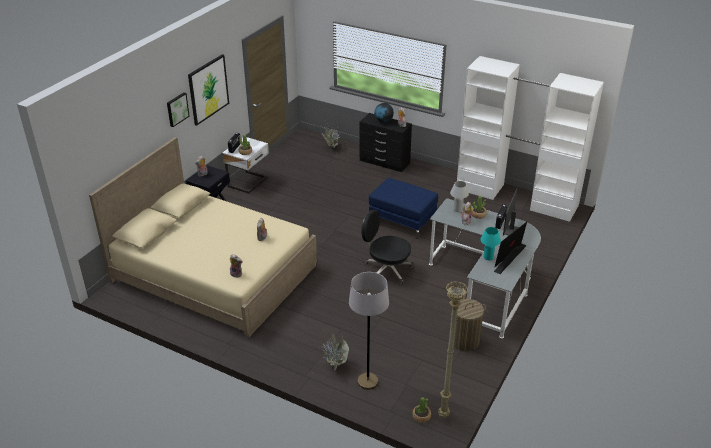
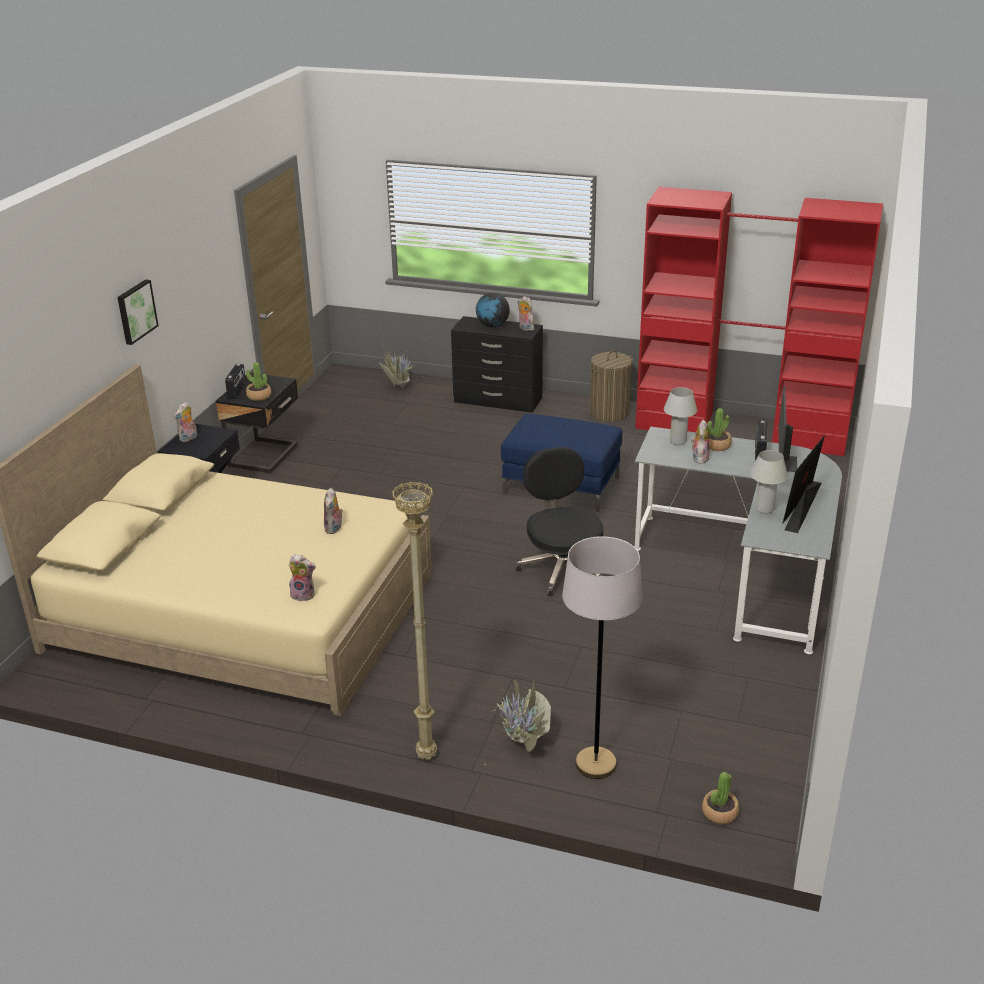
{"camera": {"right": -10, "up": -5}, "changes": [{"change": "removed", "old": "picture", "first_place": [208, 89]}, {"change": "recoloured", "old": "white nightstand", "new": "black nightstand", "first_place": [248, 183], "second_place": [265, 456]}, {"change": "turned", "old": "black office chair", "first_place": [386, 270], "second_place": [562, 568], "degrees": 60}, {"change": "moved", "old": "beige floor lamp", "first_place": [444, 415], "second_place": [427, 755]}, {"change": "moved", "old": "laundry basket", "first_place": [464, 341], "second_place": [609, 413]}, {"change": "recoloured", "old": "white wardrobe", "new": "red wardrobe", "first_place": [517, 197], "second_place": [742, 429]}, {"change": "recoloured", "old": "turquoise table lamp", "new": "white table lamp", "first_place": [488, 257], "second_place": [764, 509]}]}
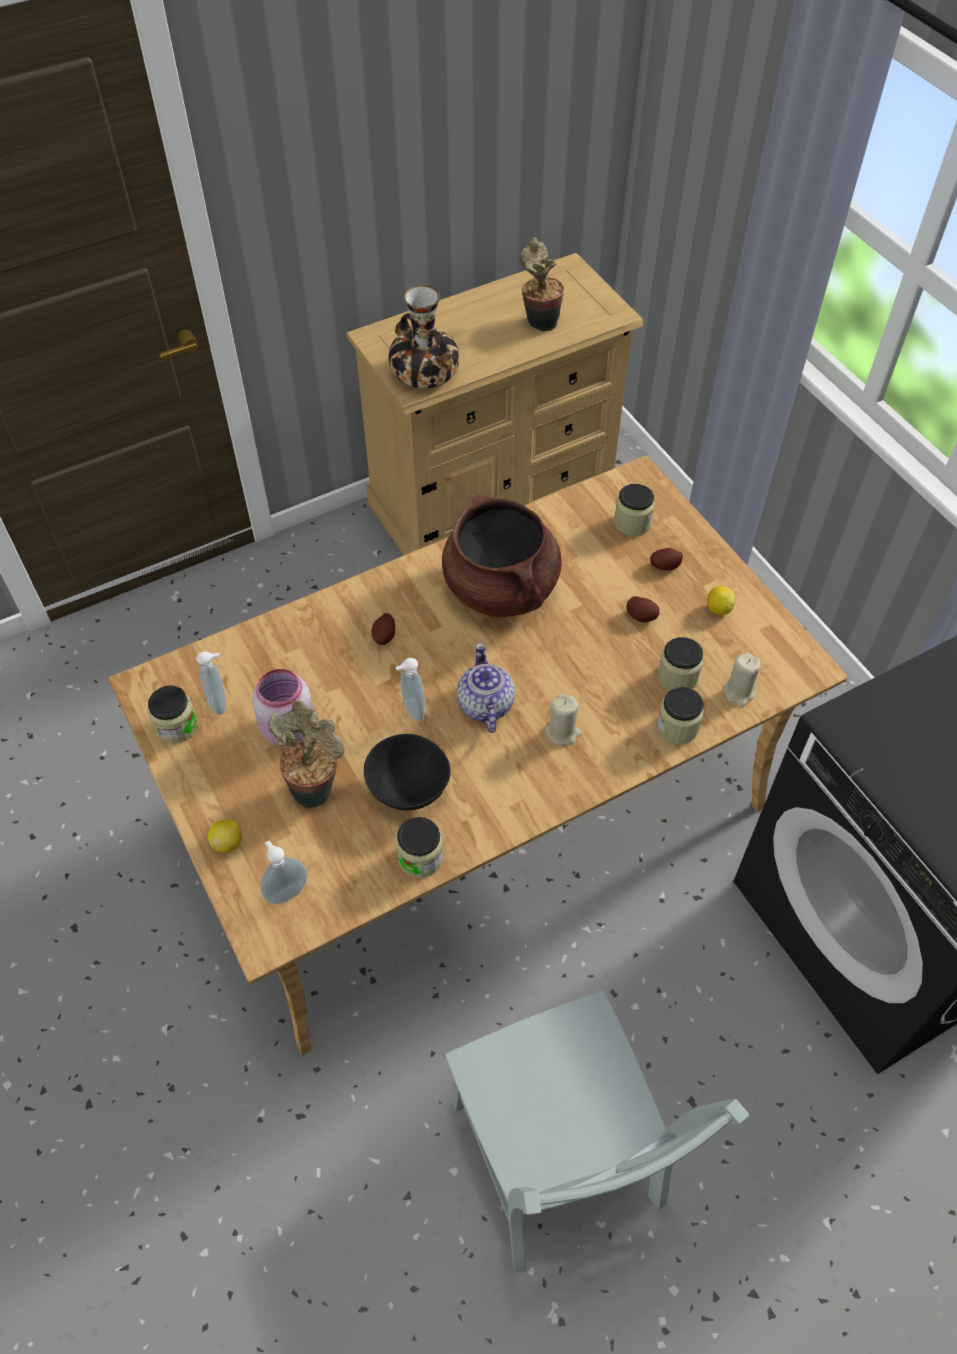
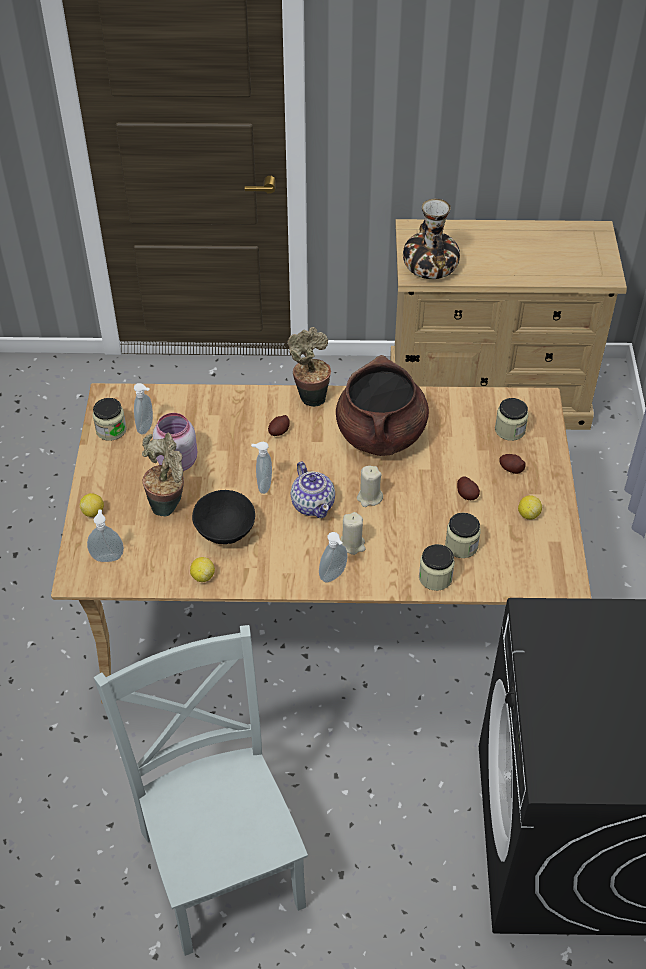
{"camera": {"right": 30, "up": -5}, "changes": [{"change": "replaced", "old": "jar", "new": "lemon", "first_place": [420, 857], "second_place": [203, 576]}, {"change": "turned", "old": "grey chair", "first_place": [558, 1163], "second_place": [221, 860], "degrees": 150}, {"change": "turned", "old": "teapot", "first_place": [485, 705], "second_place": [313, 504], "degrees": 135}, {"change": "moved", "old": "potted plant", "first_place": [539, 322], "second_place": [310, 396]}, {"change": "moved", "old": "beige candle", "first_place": [739, 692], "second_place": [369, 497]}, {"change": "added", "new": "soap dispenser", "second_place": [334, 576]}]}
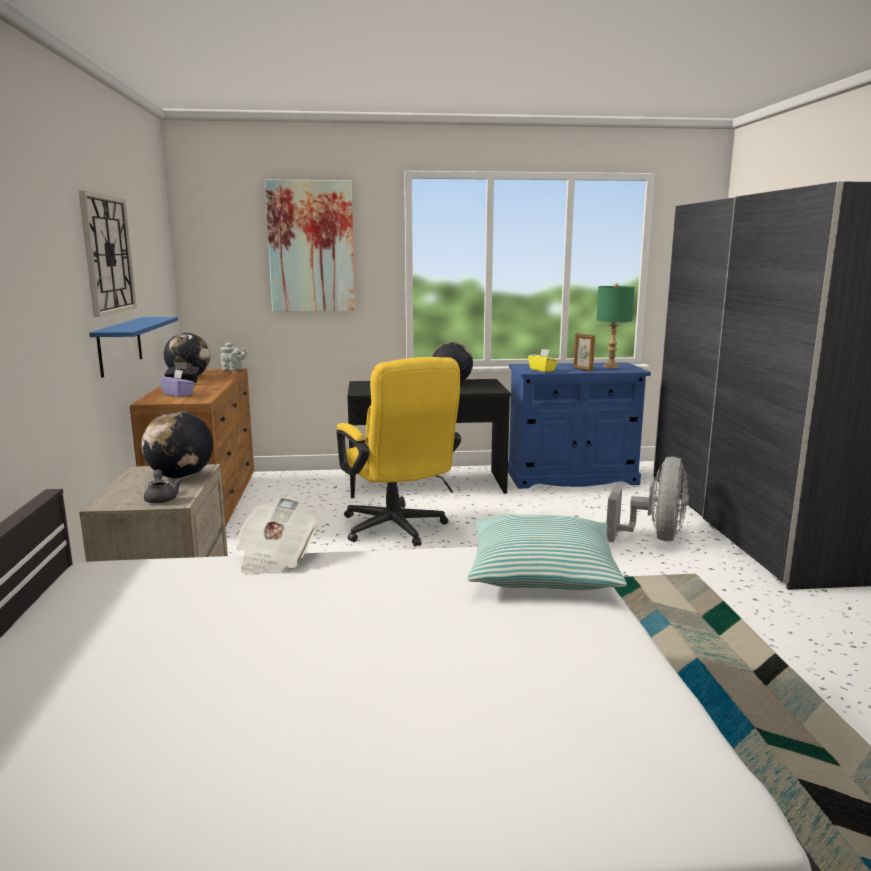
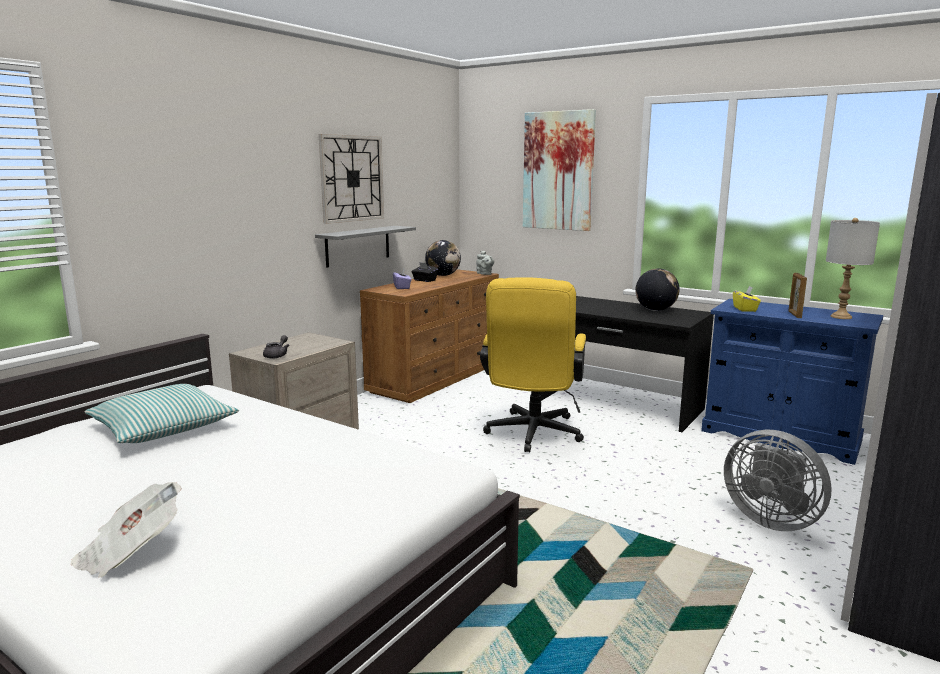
{"camera": {"right": 40, "up": 0}, "changes": [{"change": "recoloured", "old": "blue shelf", "new": "grey shelf", "first_place": [120, 345], "second_place": [358, 245]}, {"change": "removed", "old": "globe", "first_place": [180, 476]}, {"change": "moved", "old": "newspaper", "first_place": [275, 557], "second_place": [130, 553]}, {"change": "moved", "old": "pillow", "first_place": [542, 571], "second_place": [163, 428]}, {"change": "recoloured", "old": "green table lamp", "new": "grey table lamp", "first_place": [611, 367], "second_place": [841, 317]}, {"change": "turned", "old": "grey fan", "first_place": [654, 537], "second_place": [771, 519], "degrees": 75}]}
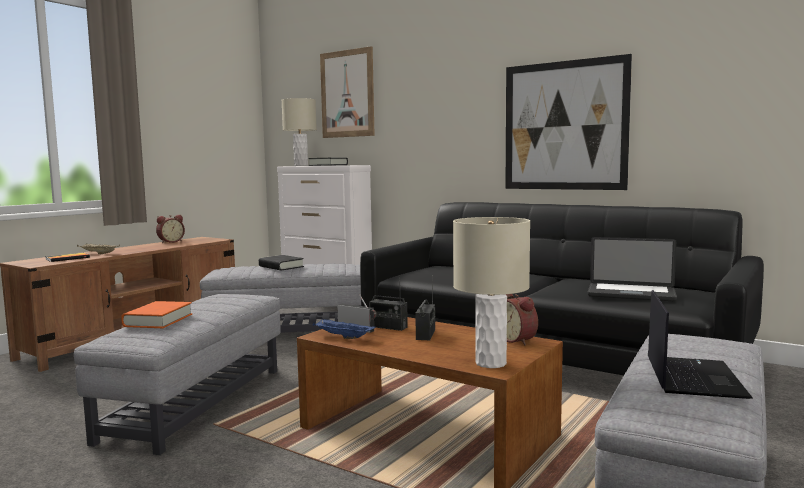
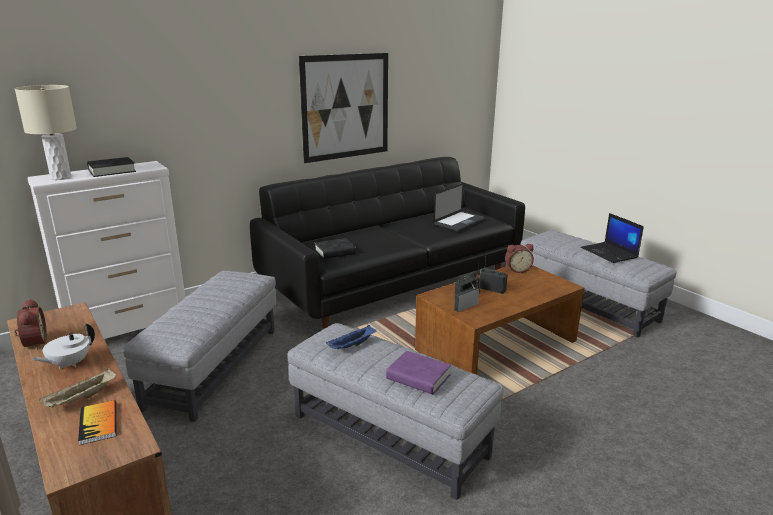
{"camera": {"right": -70, "up": 15}, "changes": [{"change": "recoloured", "old": "orange book", "new": "purple book", "first_place": [158, 320], "second_place": [418, 377]}, {"change": "moved", "old": "black book", "first_place": [281, 266], "second_place": [335, 252]}, {"change": "moved", "old": "blue tray", "first_place": [342, 337], "second_place": [352, 346]}, {"change": "removed", "old": "picture", "first_place": [347, 94]}, {"change": "removed", "old": "beige table lamp", "first_place": [490, 363]}, {"change": "turned", "old": "laptop", "first_place": [692, 377], "second_place": [610, 253], "degrees": -150}, {"change": "added", "new": "white teapot", "second_place": [69, 364]}]}
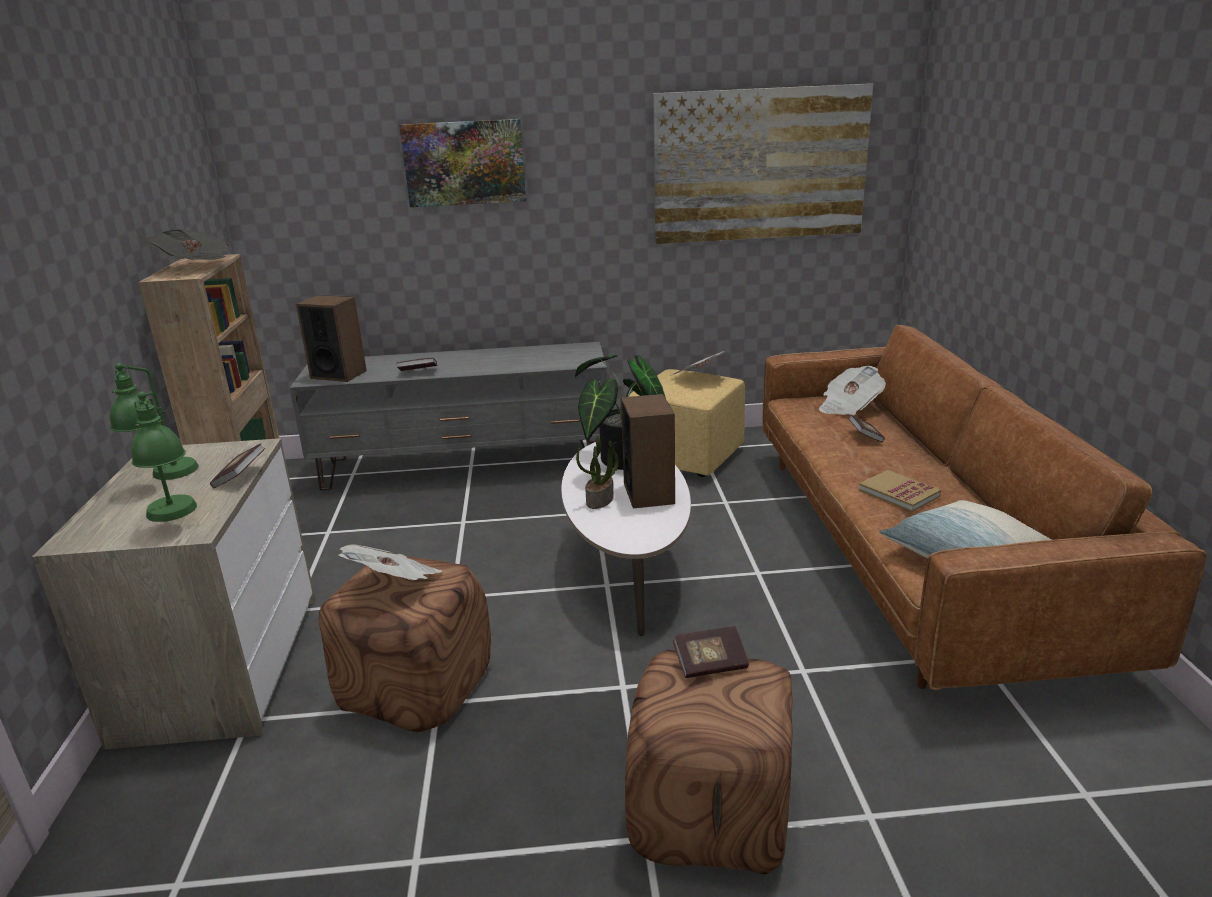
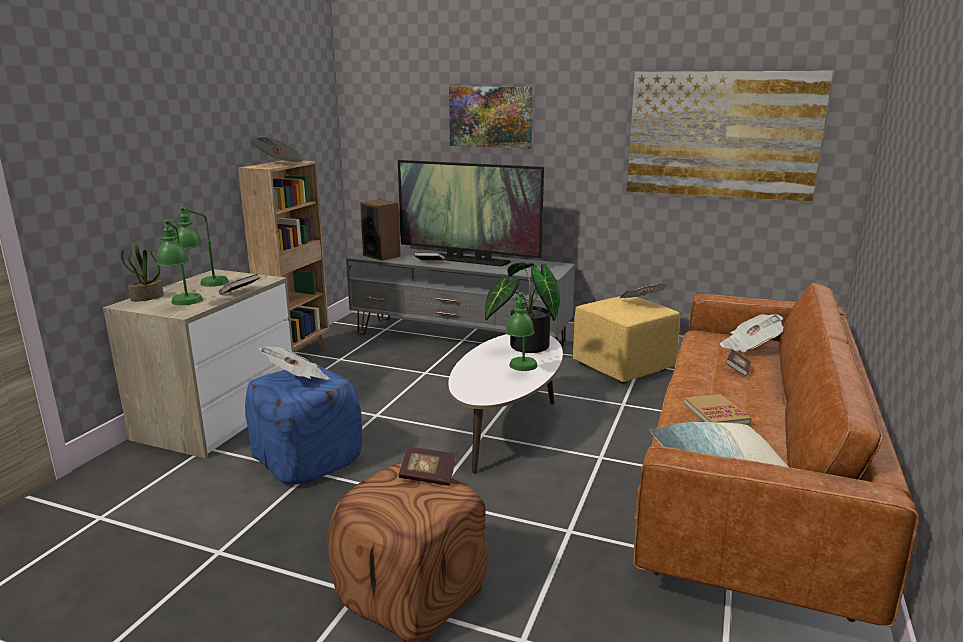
{"camera": {"right": 25, "up": -5}, "changes": [{"change": "recoloured", "old": "brown ottoman", "new": "blue ottoman", "first_place": [416, 687], "second_place": [307, 459]}, {"change": "moved", "old": "potted plant", "first_place": [600, 500], "second_place": [147, 298]}, {"change": "replaced", "old": "speaker", "new": "green table lamp", "first_place": [649, 493], "second_place": [521, 370]}, {"change": "added", "new": "television", "second_place": [469, 260]}]}
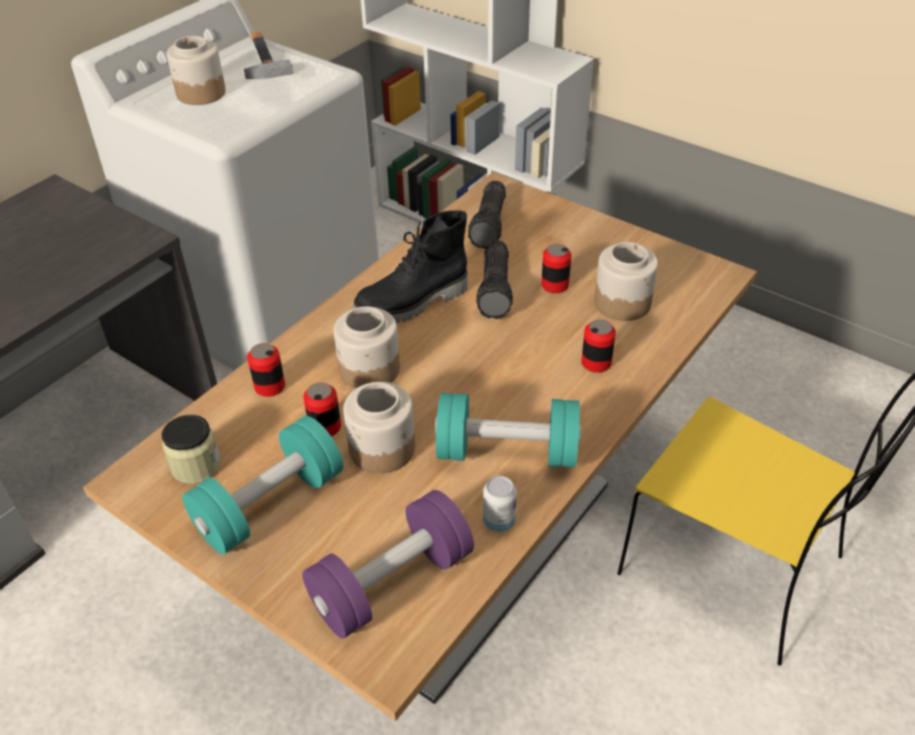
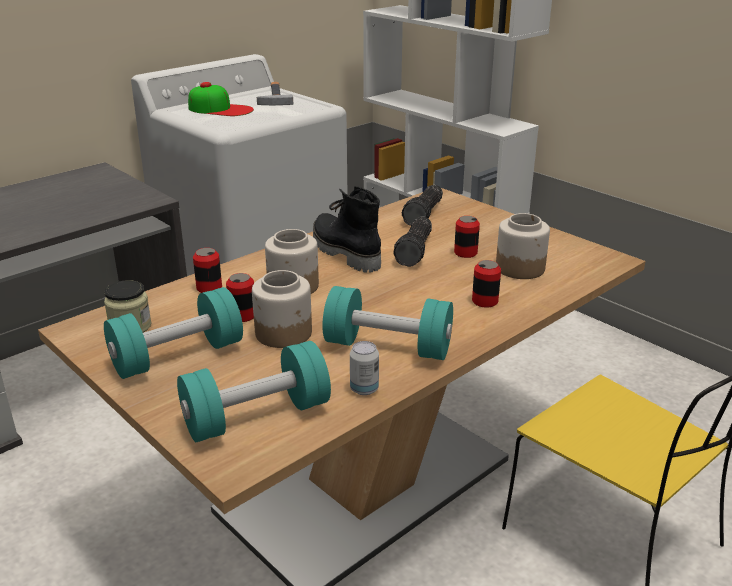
{"camera": {"right": 10, "up": -15}, "changes": [{"change": "replaced", "old": "jar", "new": "cap", "first_place": [201, 93], "second_place": [220, 109]}, {"change": "recoloured", "old": "purple dumbbell", "new": "turquoise dumbbell", "first_place": [391, 583], "second_place": [256, 416]}, {"change": "turned", "old": "black boot", "first_place": [413, 304], "second_place": [344, 253], "degrees": 75}]}
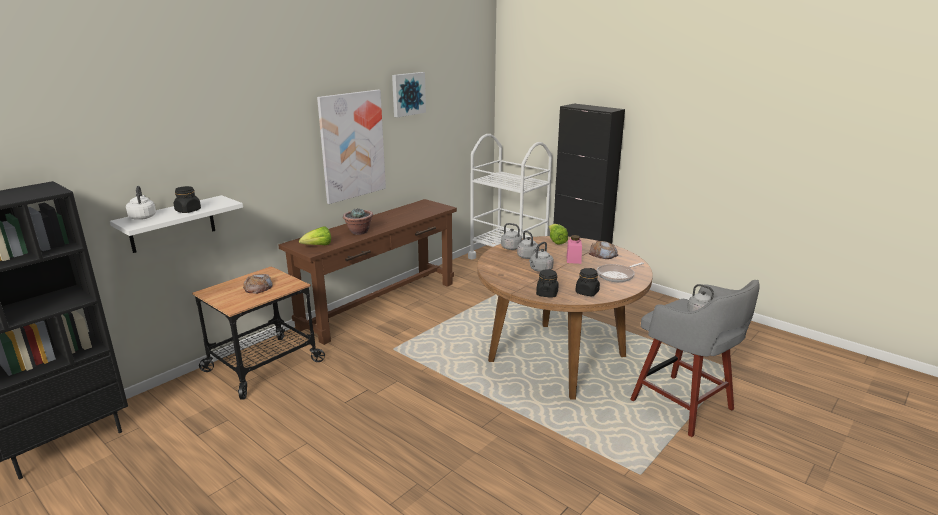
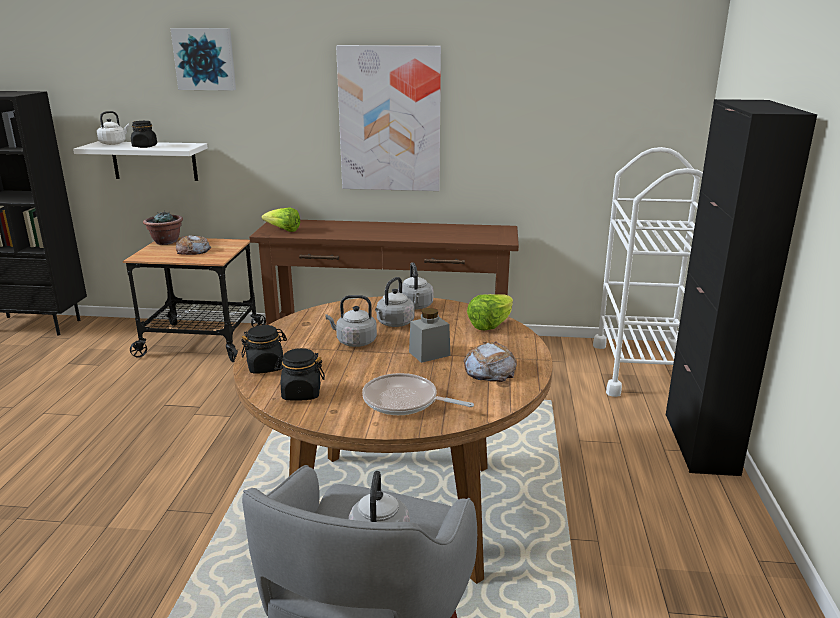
{"camera": {"right": 55, "up": 0}, "changes": [{"change": "moved", "old": "potted plant", "first_place": [359, 232], "second_place": [166, 242]}, {"change": "moved", "old": "picture", "first_place": [407, 94], "second_place": [205, 59]}, {"change": "recoloured", "old": "pink jar", "new": "grey jar", "first_place": [573, 259], "second_place": [429, 354]}]}
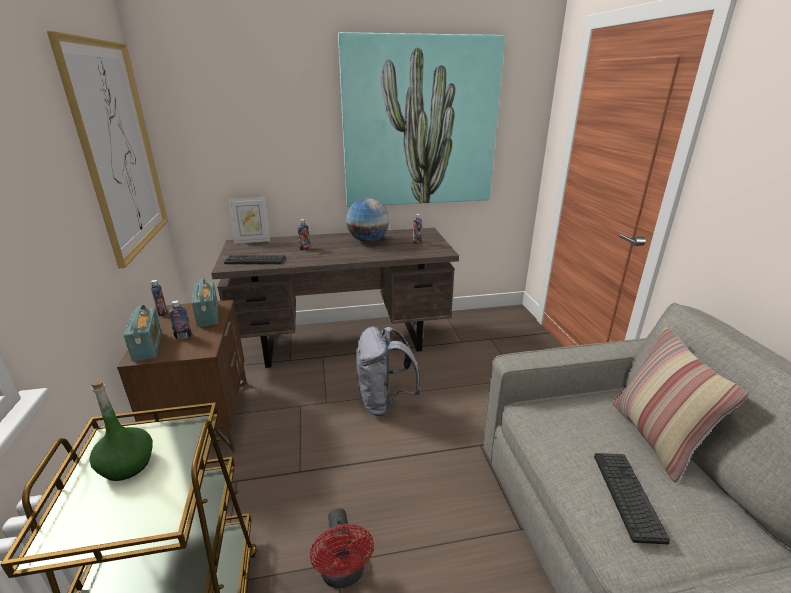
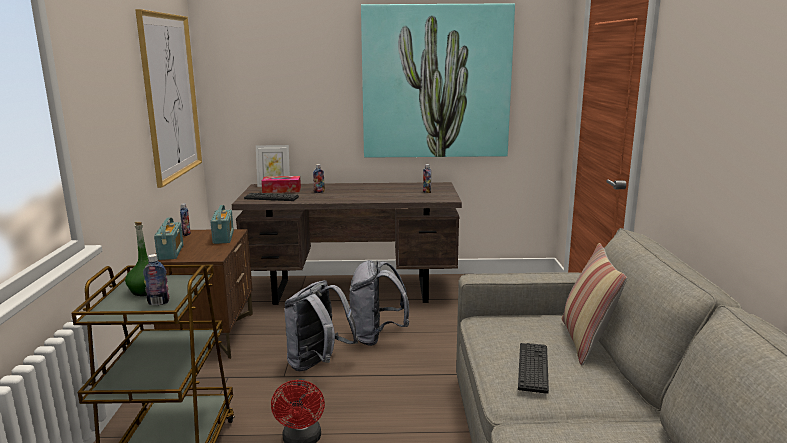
{"camera": {"right": 10, "up": -10}, "changes": [{"change": "moved", "old": "bottle", "first_place": [183, 336], "second_place": [158, 303]}, {"change": "removed", "old": "globe", "first_place": [368, 241]}, {"change": "added", "new": "tissue box", "second_place": [281, 190]}, {"change": "added", "new": "grey backpack", "second_place": [318, 364]}]}
